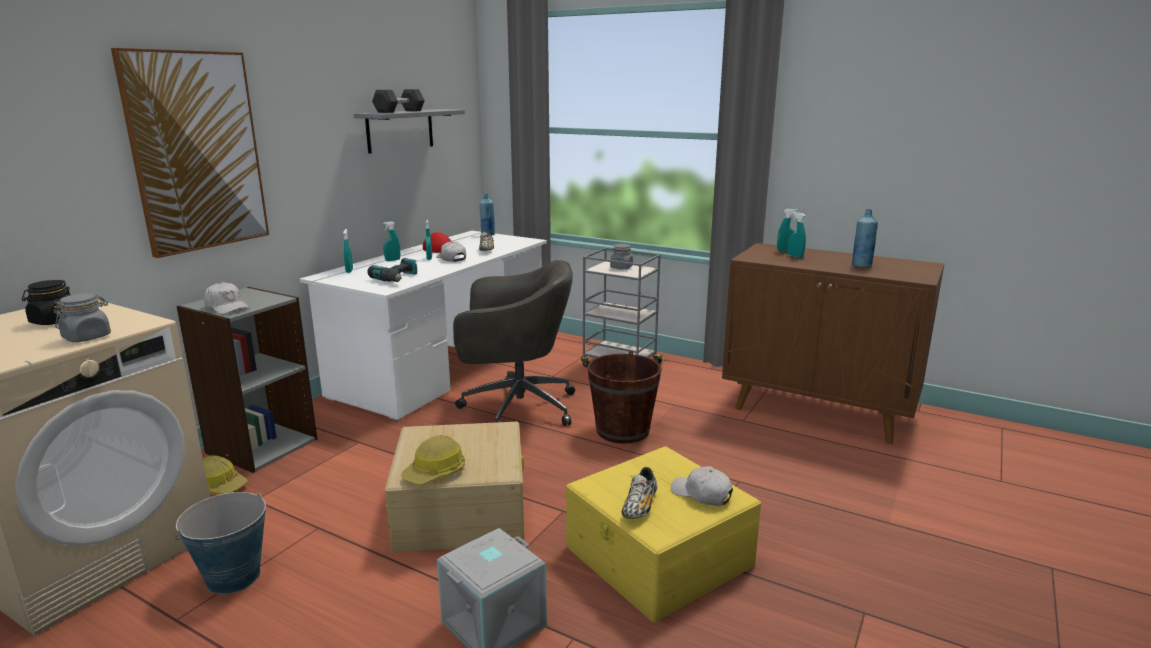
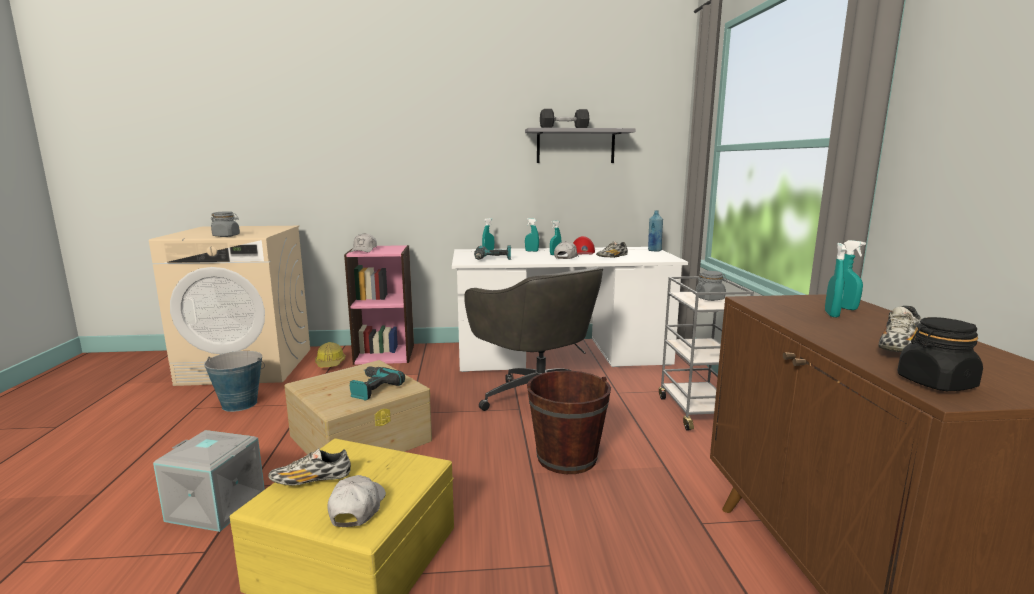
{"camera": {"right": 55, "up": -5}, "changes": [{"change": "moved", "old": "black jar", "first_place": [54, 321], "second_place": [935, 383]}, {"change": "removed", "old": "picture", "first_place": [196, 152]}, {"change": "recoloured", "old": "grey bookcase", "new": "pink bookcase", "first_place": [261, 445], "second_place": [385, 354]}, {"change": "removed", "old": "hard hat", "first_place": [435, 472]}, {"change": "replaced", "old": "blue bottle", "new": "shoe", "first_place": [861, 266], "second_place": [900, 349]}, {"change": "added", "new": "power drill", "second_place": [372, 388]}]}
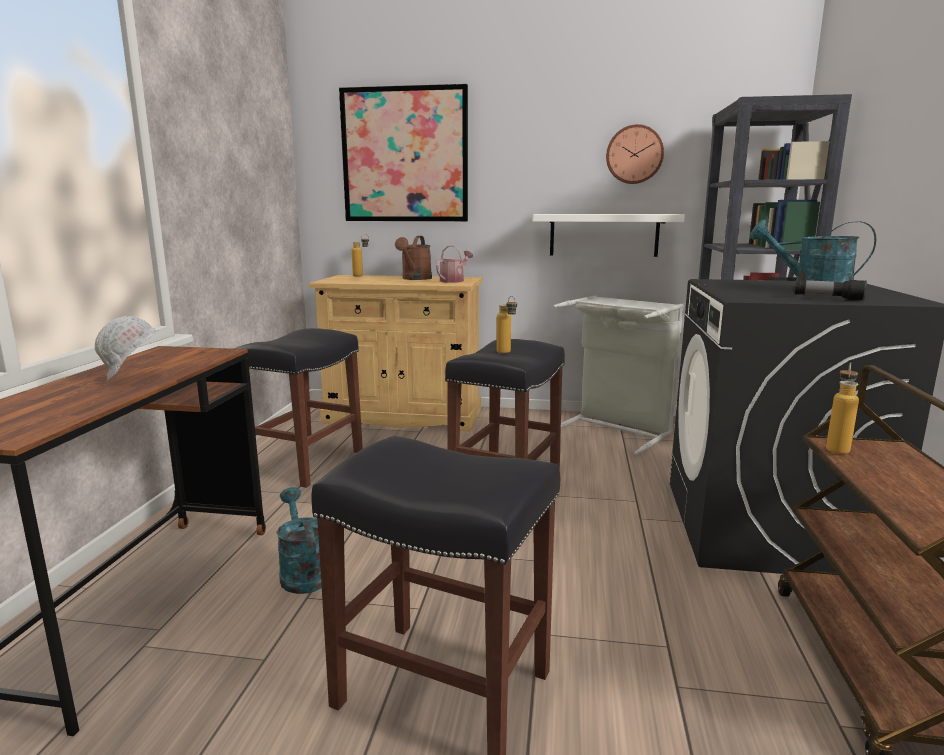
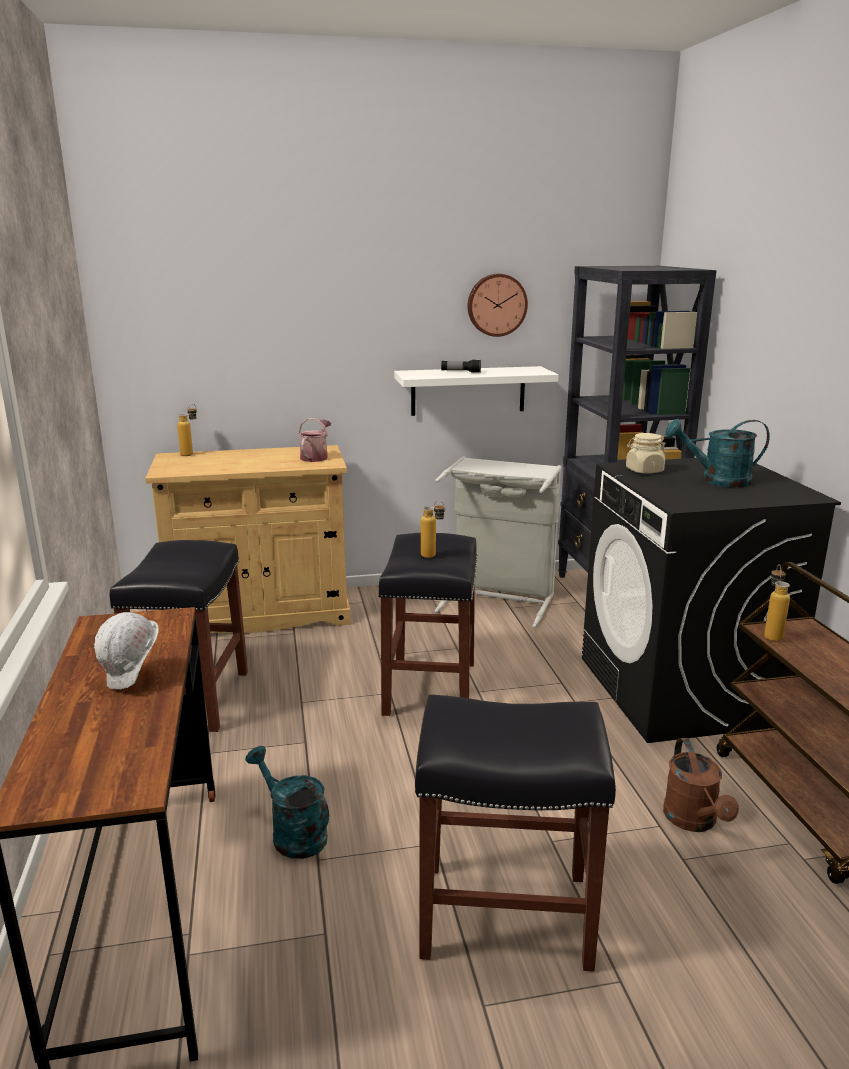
{"camera": {"right": -20, "up": 5}, "changes": [{"change": "removed", "old": "picture", "first_place": [405, 155]}, {"change": "moved", "old": "brown watering can", "first_place": [415, 279], "second_place": [694, 821]}, {"change": "moved", "old": "flashlight", "first_place": [828, 298], "second_place": [461, 372]}, {"change": "added", "new": "beige jar", "second_place": [644, 471]}]}
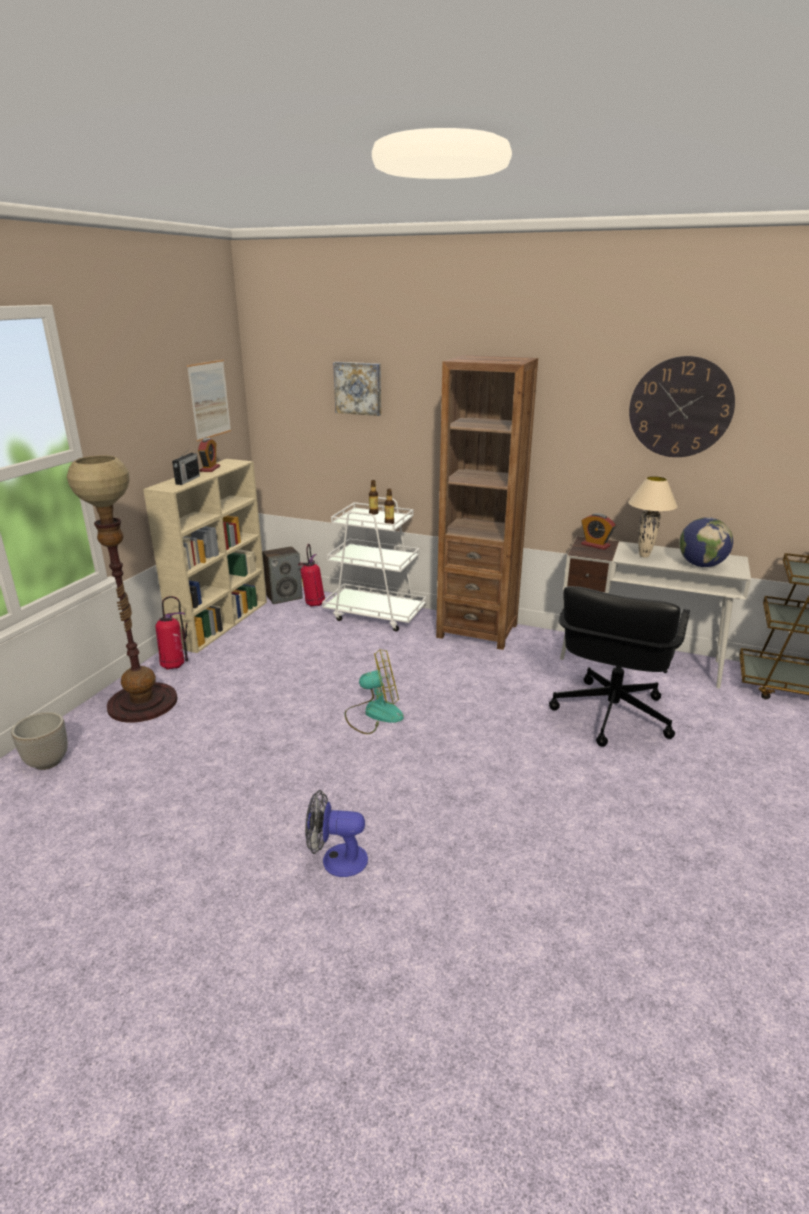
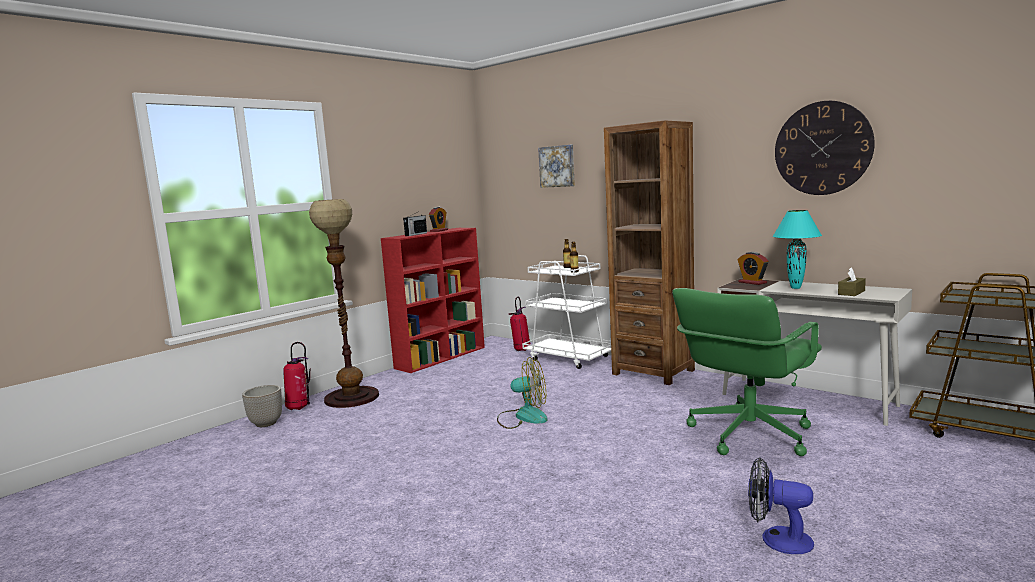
{"camera": {"right": 20, "up": -15}, "changes": [{"change": "recoloured", "old": "beige bookcase", "new": "red bookcase", "first_place": [222, 622], "second_place": [441, 357]}, {"change": "moved", "old": "fire extinguisher", "first_place": [175, 666], "second_place": [299, 408]}, {"change": "removed", "old": "picture", "first_place": [209, 399]}, {"change": "removed", "old": "speaker", "first_place": [284, 597]}, {"change": "moved", "old": "fan", "first_place": [336, 860], "second_place": [777, 539]}, {"change": "recoloured", "old": "black office chair", "new": "green office chair", "first_place": [610, 714], "second_place": [747, 434]}, {"change": "recoloured", "old": "beige table lamp", "new": "turquoise table lamp", "first_place": [644, 555], "second_place": [796, 288]}, {"change": "replaced", "old": "globe", "new": "brown tissue box", "first_place": [701, 565], "second_place": [851, 293]}]}
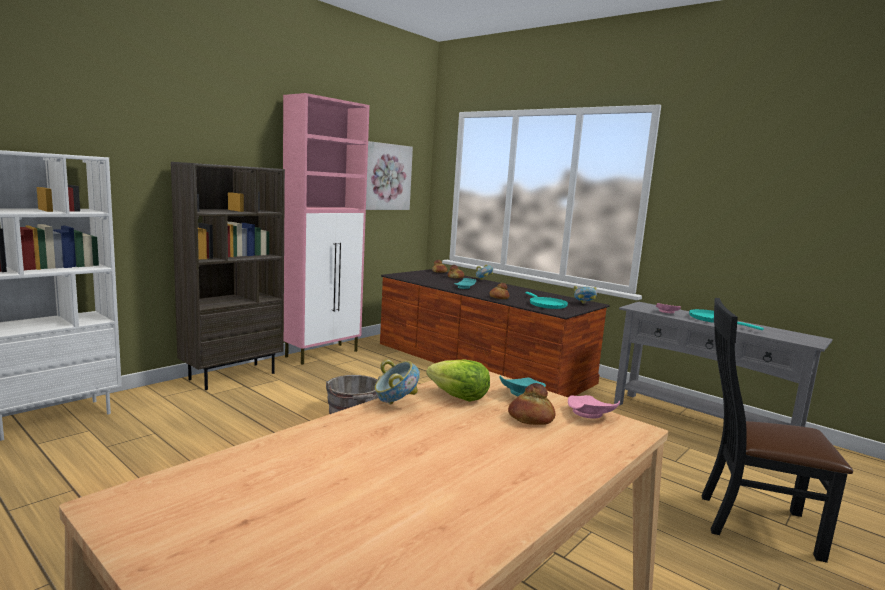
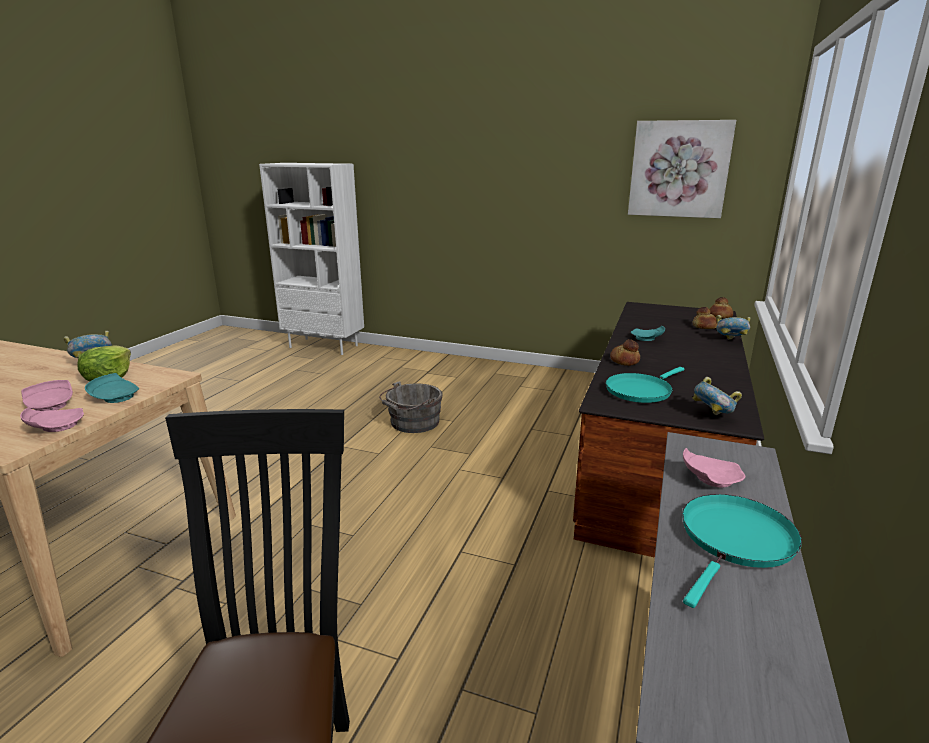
{"camera": {"right": 70, "up": 10}, "changes": [{"change": "removed", "old": "brown bookcase", "first_place": [232, 376]}, {"change": "removed", "old": "pink cabinet", "first_place": [323, 353]}, {"change": "replaced", "old": "bread", "new": "pink plate", "first_place": [530, 418], "second_place": [51, 405]}]}
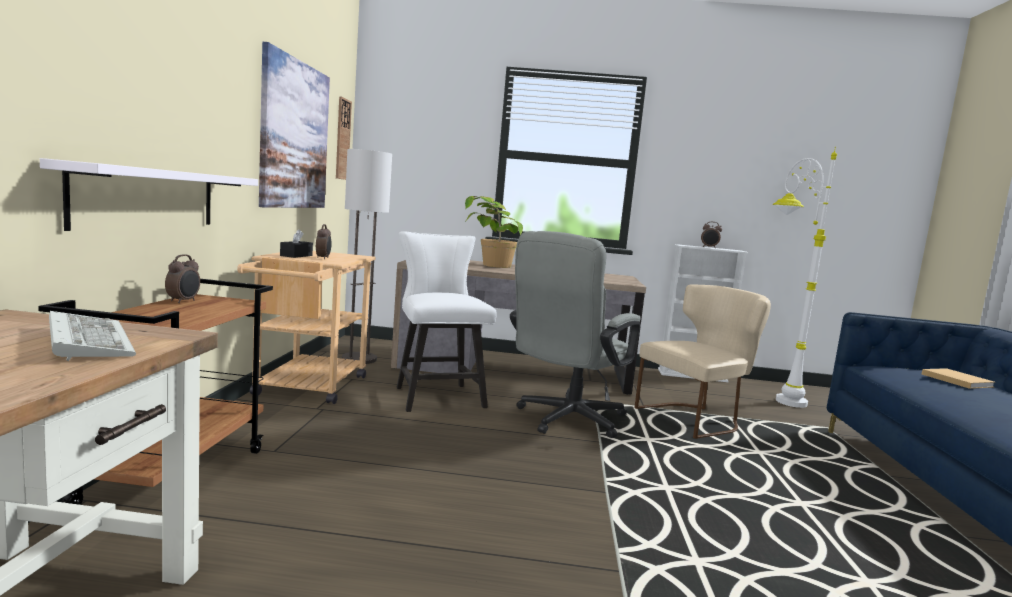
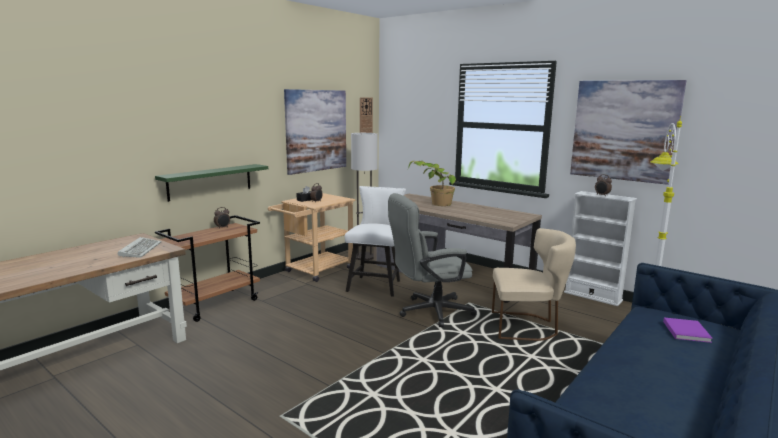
{"camera": {"right": 35, "up": 5}, "changes": [{"change": "recoloured", "old": "white shelf", "new": "green shelf", "first_place": [148, 198], "second_place": [210, 182]}, {"change": "recoloured", "old": "beige book", "new": "purple book", "first_place": [955, 380], "second_place": [686, 331]}, {"change": "added", "new": "picture", "second_place": [624, 130]}]}
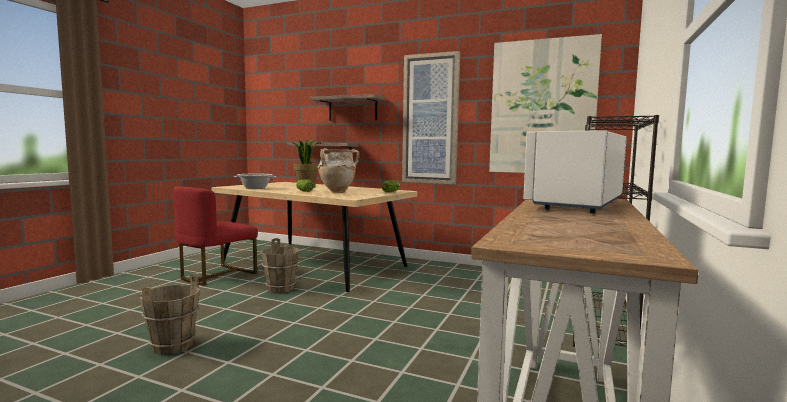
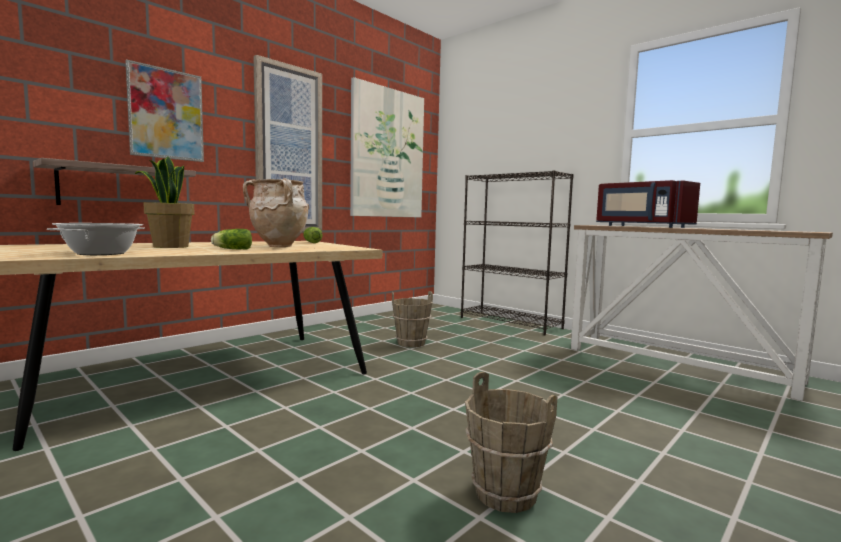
{"camera": {"right": -70, "up": 0}, "changes": [{"change": "removed", "old": "red chair", "first_place": [216, 275]}, {"change": "moved", "old": "brown bucket", "first_place": [280, 289], "second_place": [411, 343]}, {"change": "replaced", "old": "shelf", "new": "picture", "first_place": [352, 109], "second_place": [166, 114]}, {"change": "recoloured", "old": "white microwave", "new": "red microwave", "first_place": [575, 204], "second_place": [641, 226]}]}
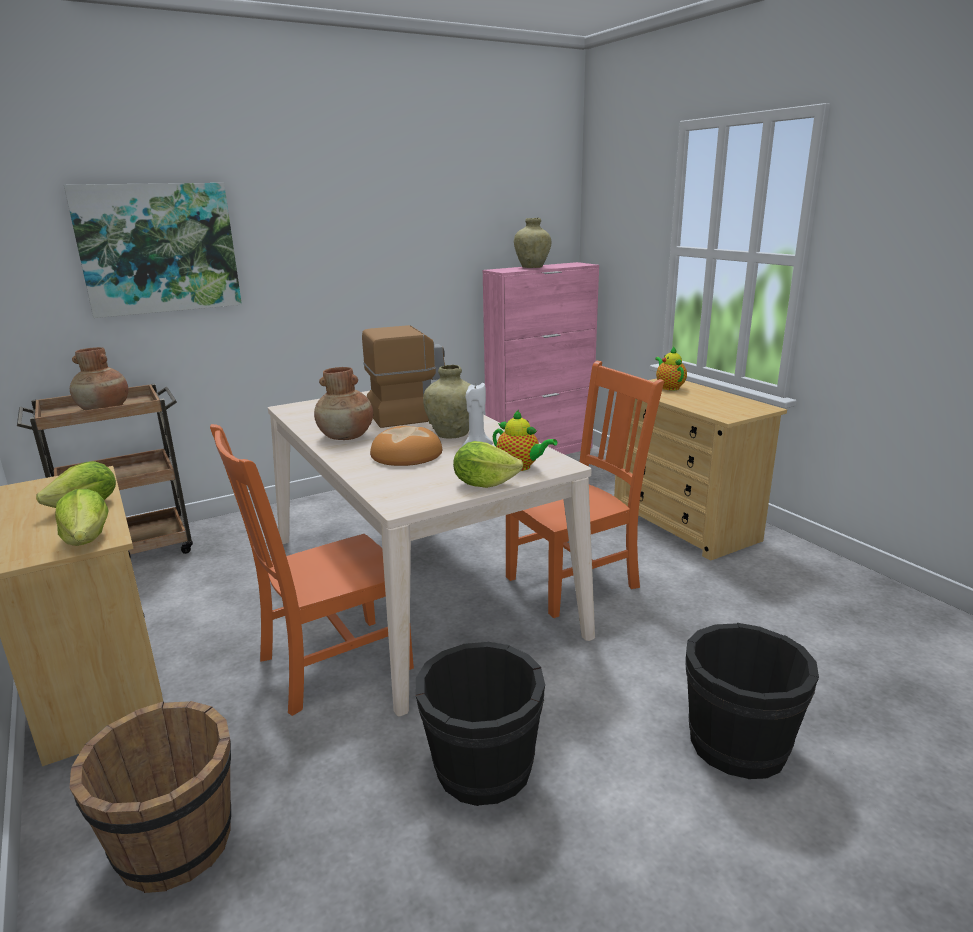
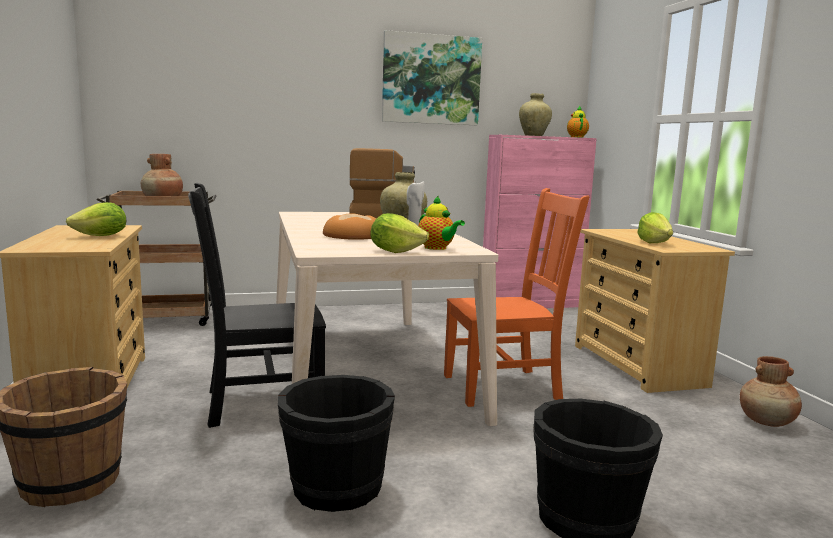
{"camera": {"right": 15, "up": -10}, "changes": [{"change": "moved", "old": "lettuce", "first_place": [87, 539], "second_place": [654, 243]}, {"change": "moved", "old": "picture", "first_place": [158, 248], "second_place": [431, 79]}, {"change": "recoloured", "old": "orange chair", "new": "black chair", "first_place": [329, 664], "second_place": [260, 403]}, {"change": "moved", "old": "brown vase", "first_place": [346, 436], "second_place": [767, 422]}, {"change": "moved", "old": "teapot", "first_place": [669, 387], "second_place": [576, 137]}]}
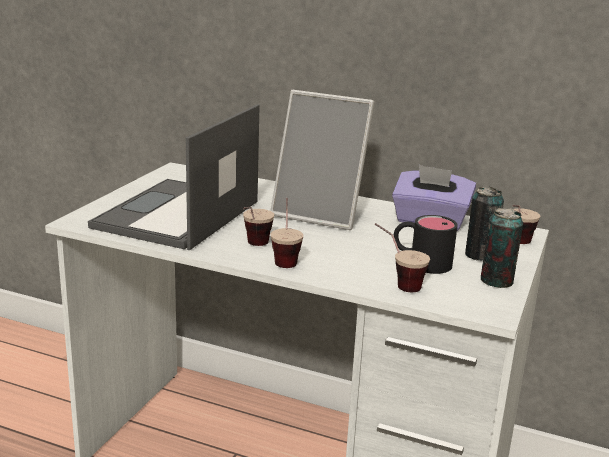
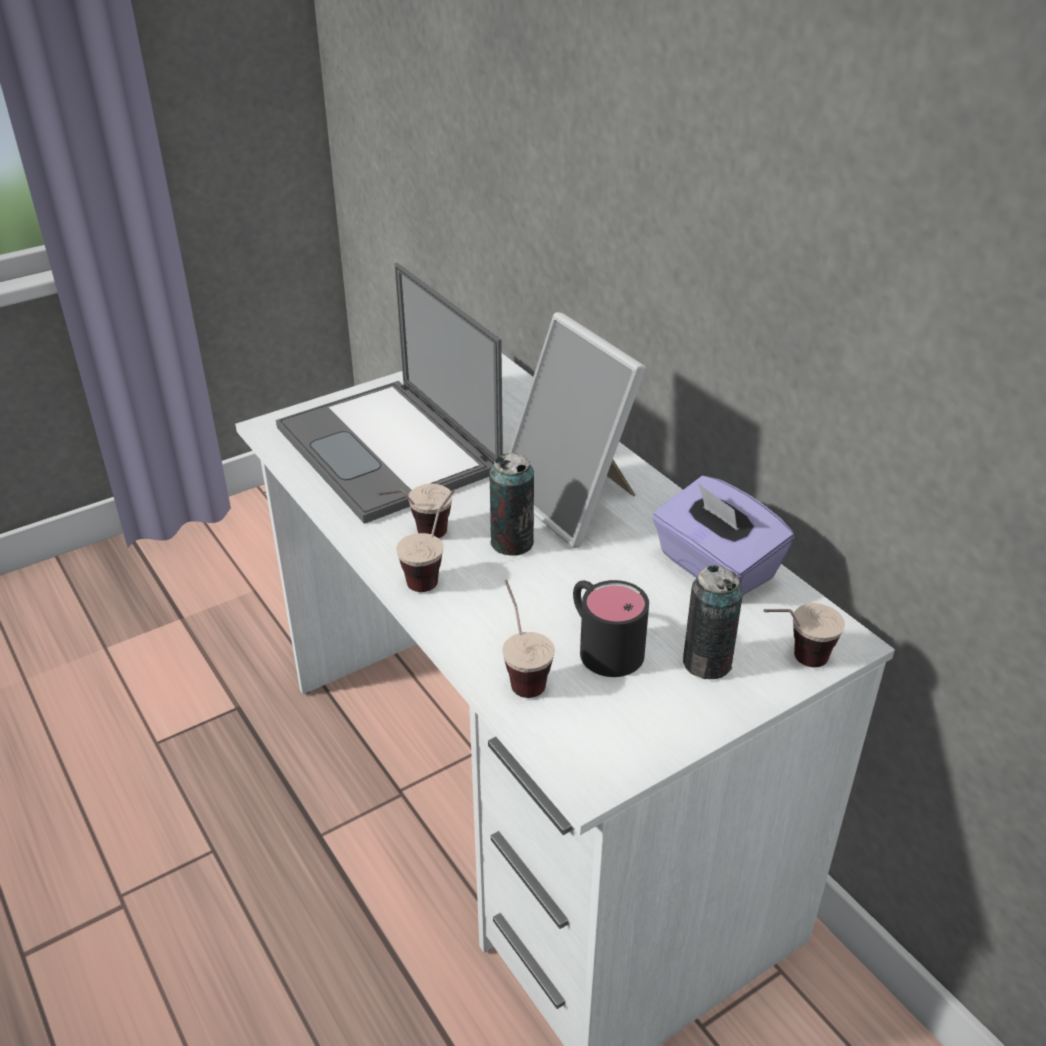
{"camera": {"right": 35, "up": 15}, "changes": [{"change": "turned", "old": "laptop", "first_place": [177, 215], "second_place": [390, 450], "degrees": -90}, {"change": "moved", "old": "can", "first_place": [496, 281], "second_place": [512, 543]}]}
